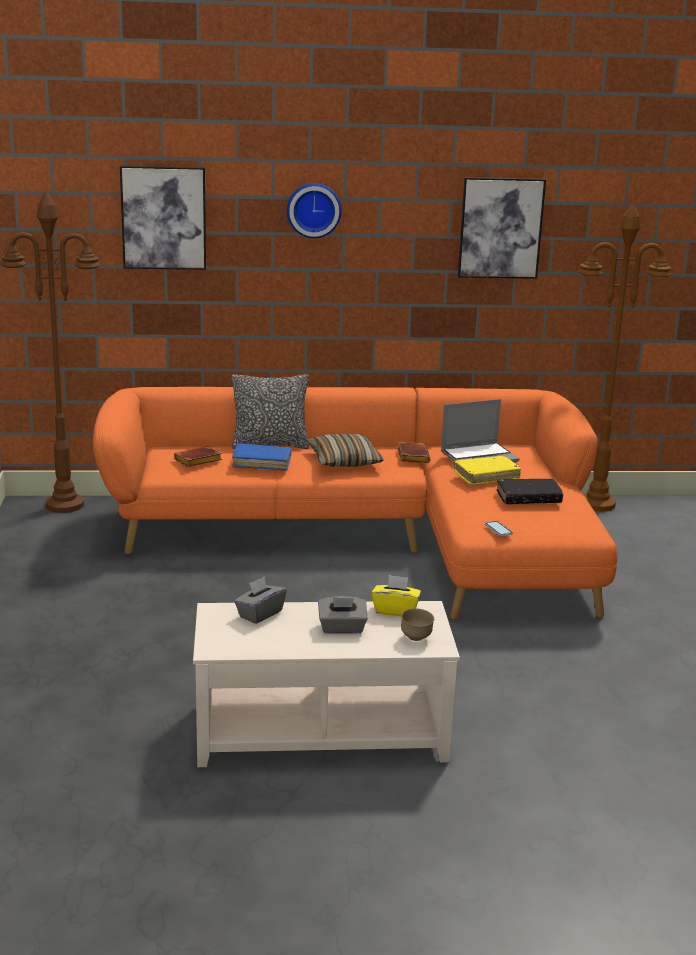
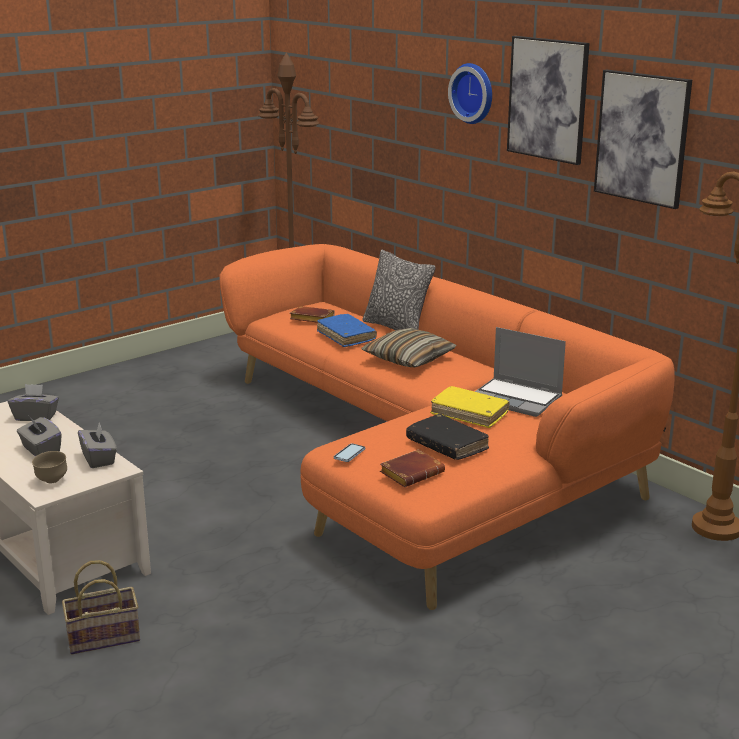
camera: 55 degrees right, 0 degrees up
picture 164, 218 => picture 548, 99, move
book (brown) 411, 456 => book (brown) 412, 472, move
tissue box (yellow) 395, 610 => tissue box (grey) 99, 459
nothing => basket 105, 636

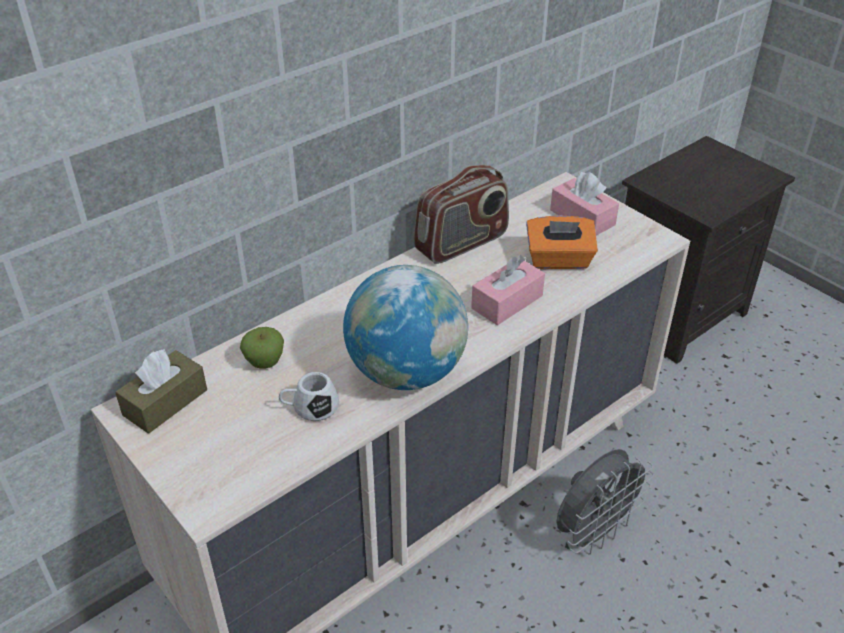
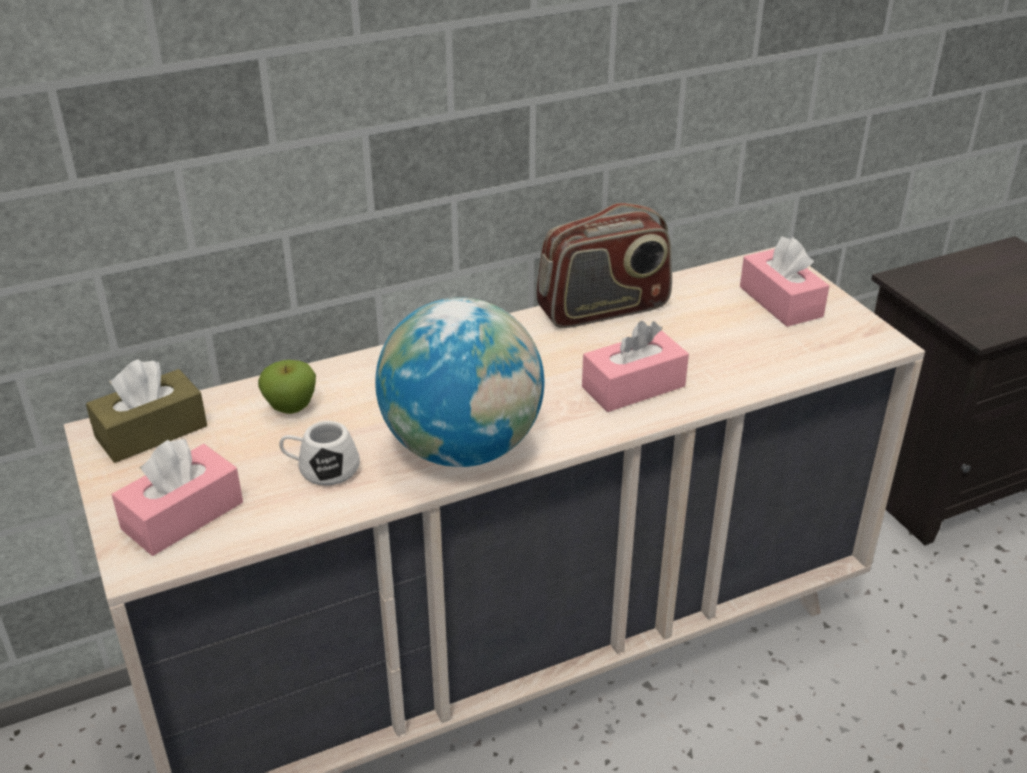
camera: 15 degrees right, 5 degrees down
tissue box (orange) 559, 260 => nothing
fan (grey) 594, 533 => nothing
nothing => tissue box (pink) 183, 516

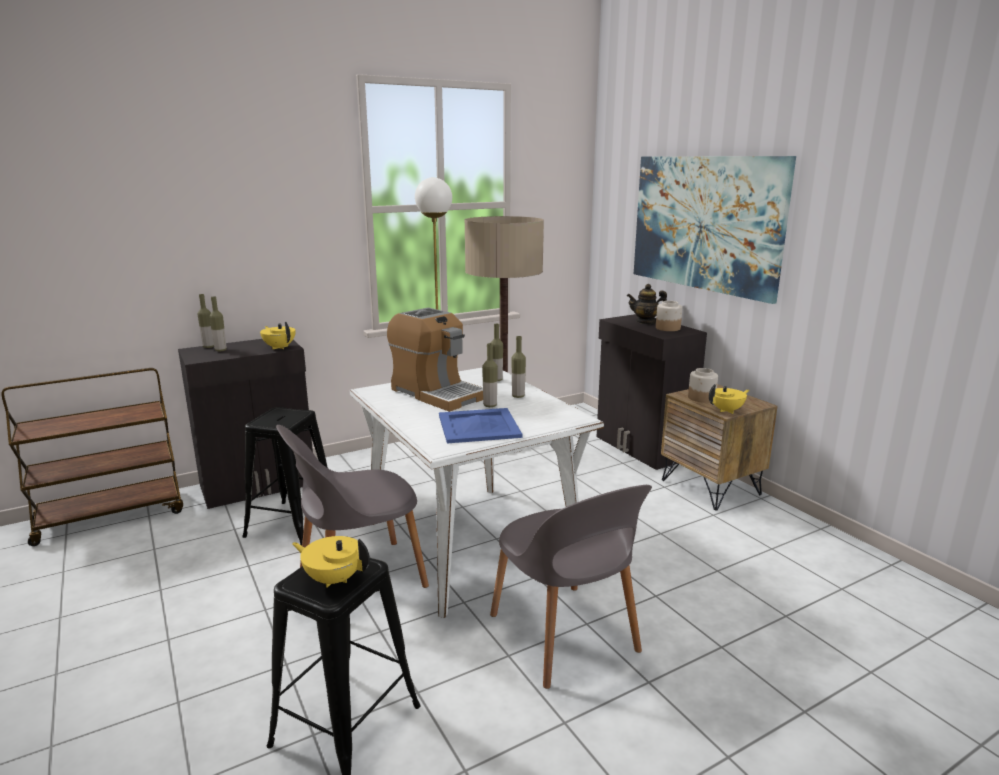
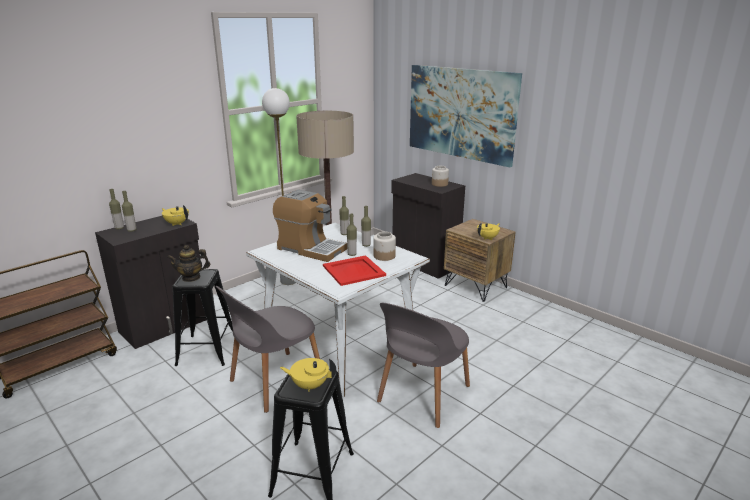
camera: 15 degrees left, 5 degrees up
teapot 645, 322 => teapot 191, 277, move
jar 702, 398 => jar 384, 256, move
tray (blue) 478, 426 => tray (red) 353, 271
chair (grey) 564, 636 => chair (grey) 422, 395, 75 degrees clockwise

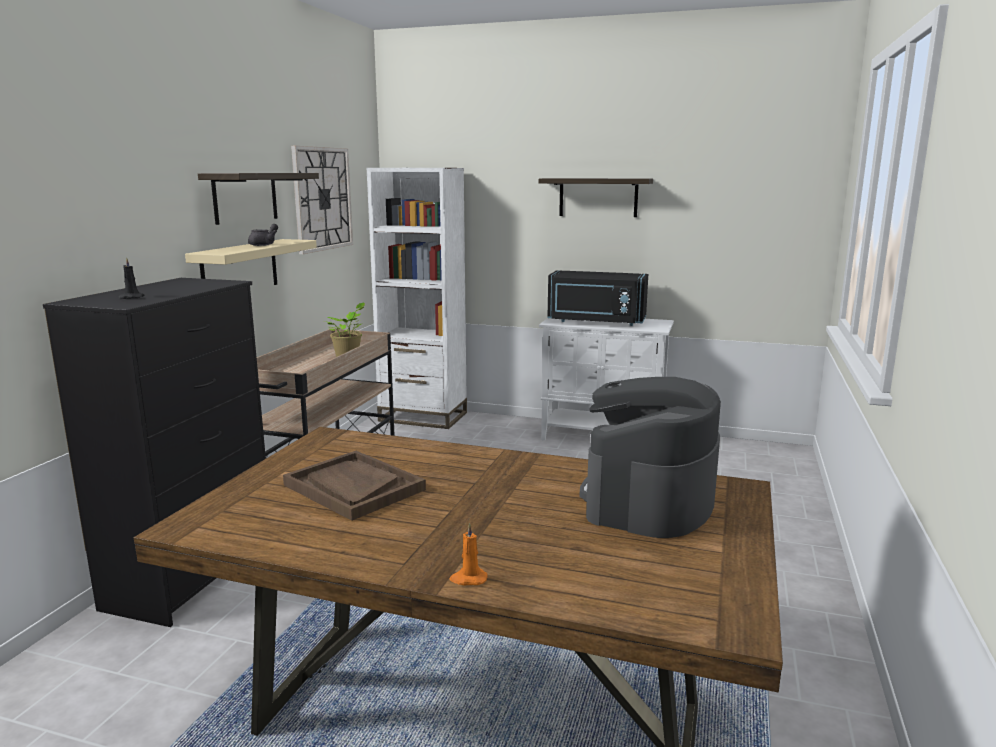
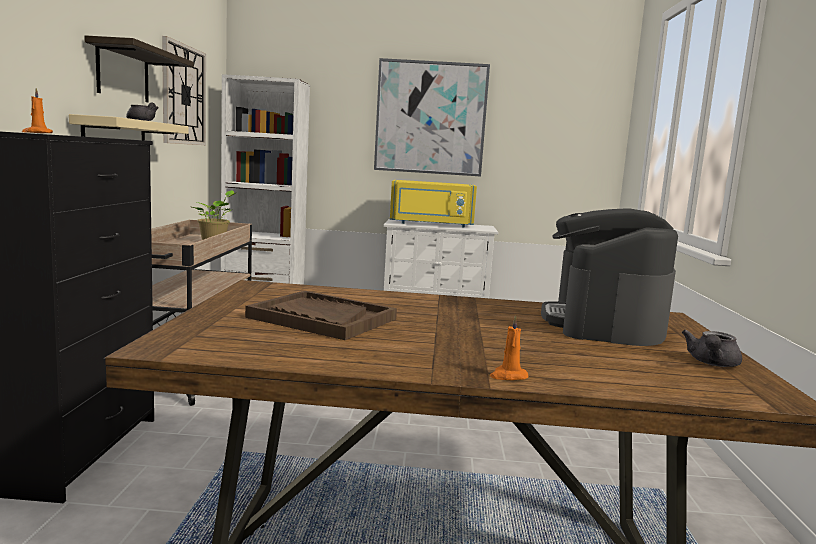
camera: 15 degrees left, 5 degrees down
shelf 598, 197 => picture 430, 118
candle (black) 131, 297 => candle (orange) 37, 133
microwave (black) 596, 322 => microwave (yellow) 431, 224
nothing => teapot (grey) 711, 363

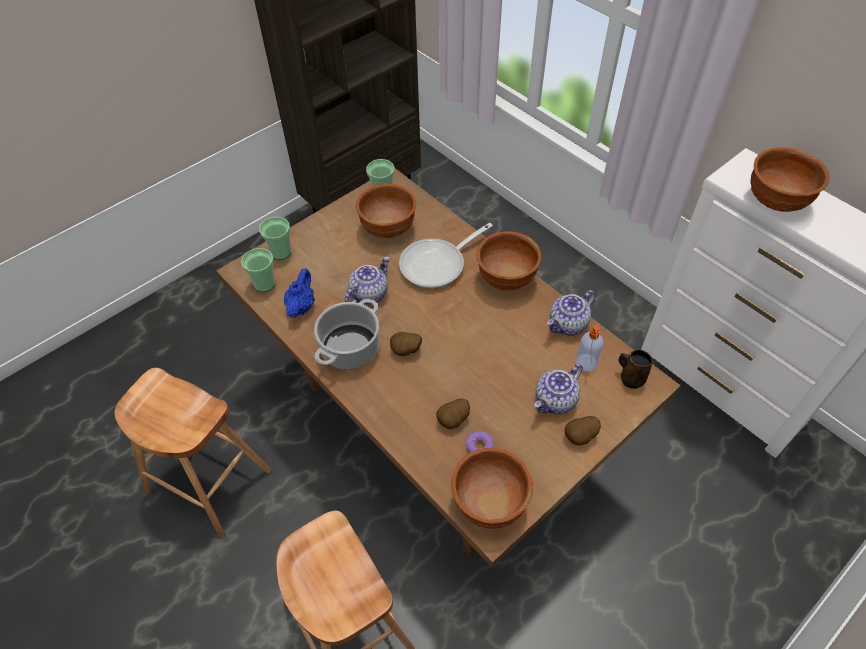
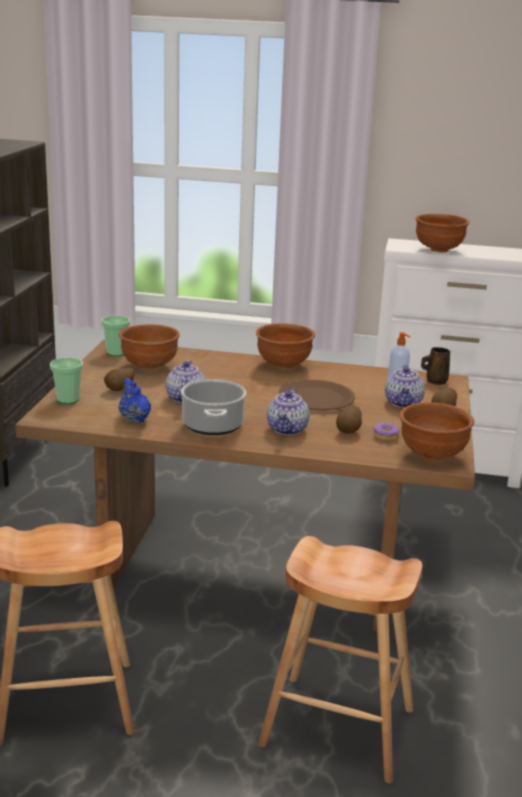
camera: 40 degrees left, 30 degrees down
frying pan 437, 264 => nothing
cup 264, 284 => nothing
teapot 568, 325 => teapot 287, 429, move
potato 406, 351 => potato 120, 390, move
nothing => plate (brown) 316, 398

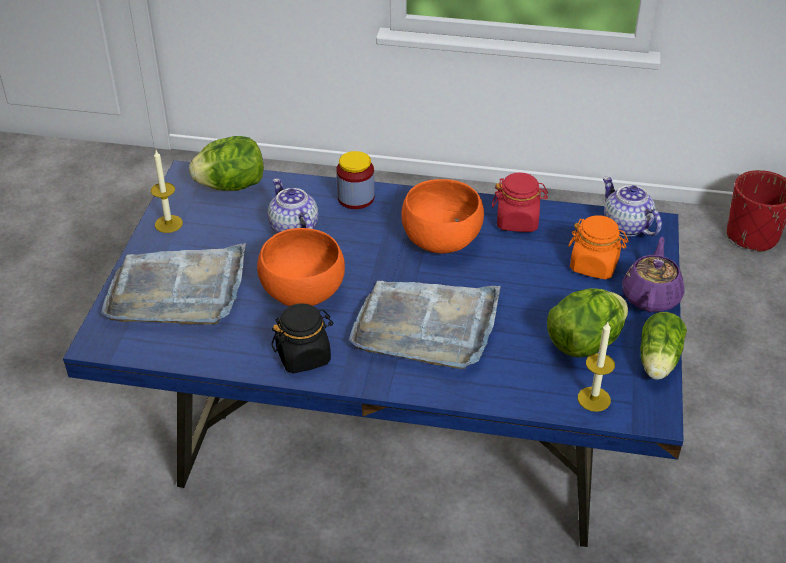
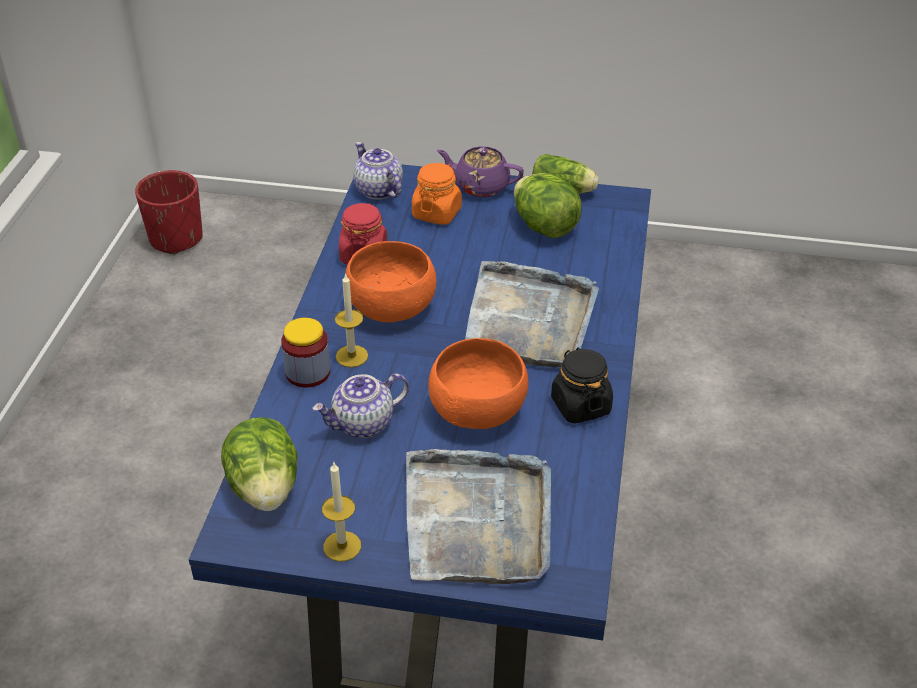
camera: 90 degrees left, 0 degrees up
teapot 625, 226 => teapot 378, 190, 90 degrees clockwise
candle 594, 399 => candle 352, 356, move

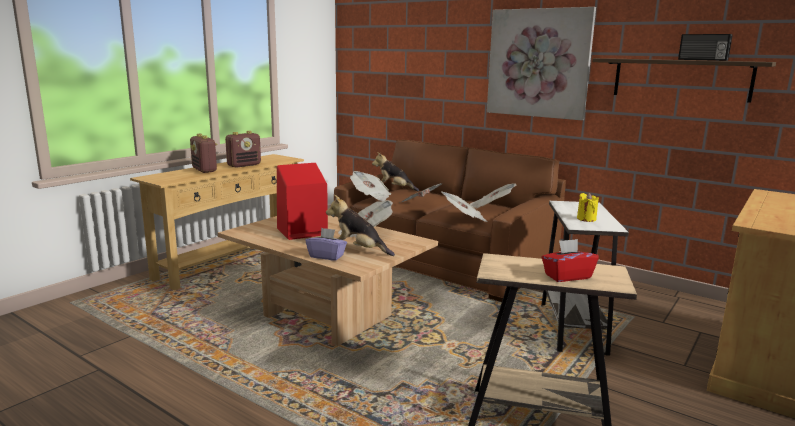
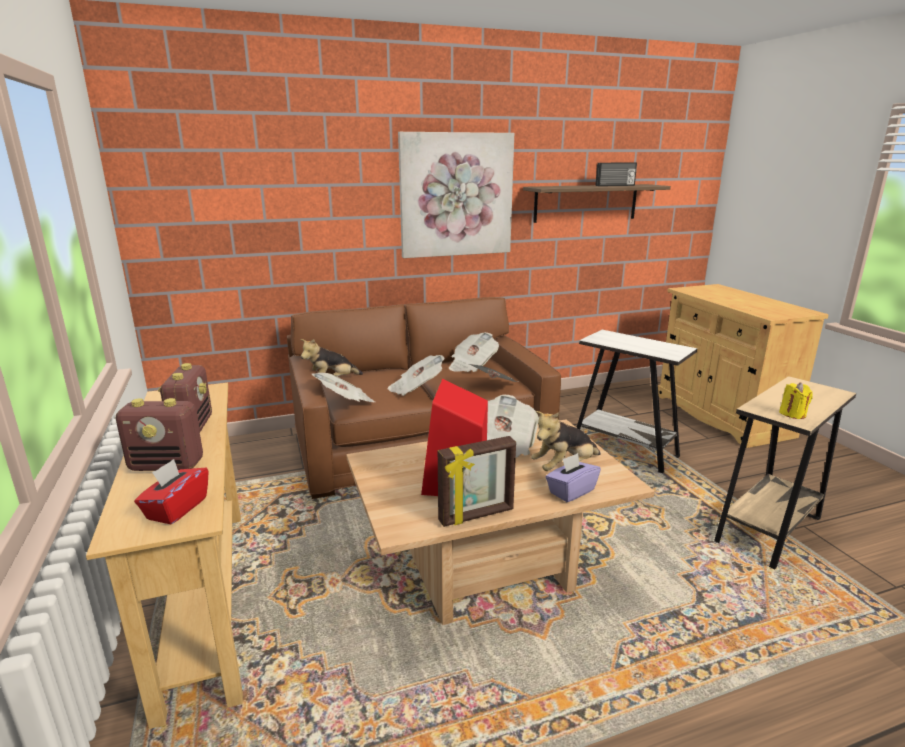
camera: 55 degrees left, 5 degrees up
candle (yellow) 586, 219 => candle (yellow) 792, 414, move
tissue box (red) 567, 276 => tissue box (red) 176, 509, move
nothing => picture frame 476, 516

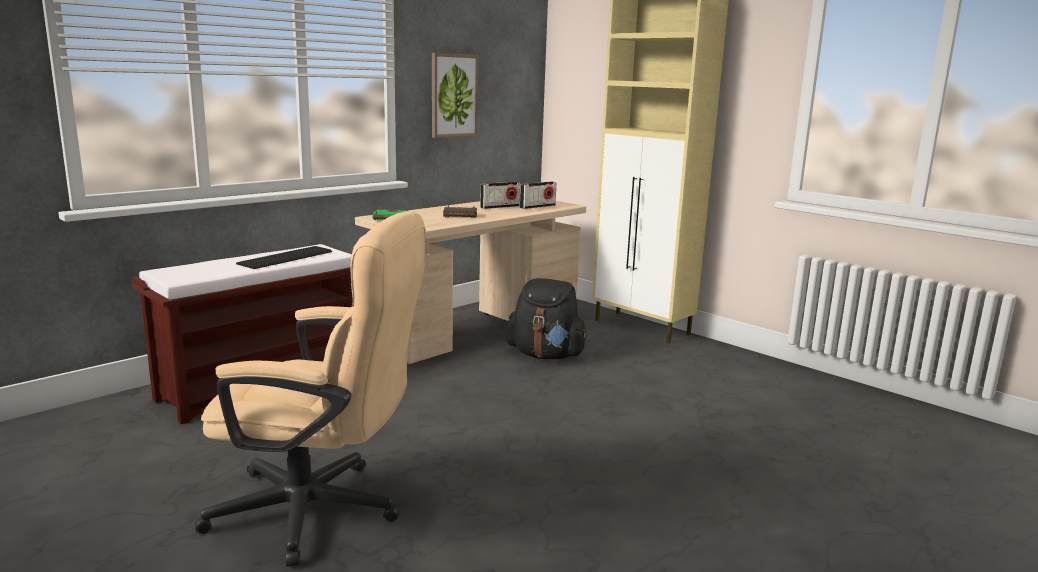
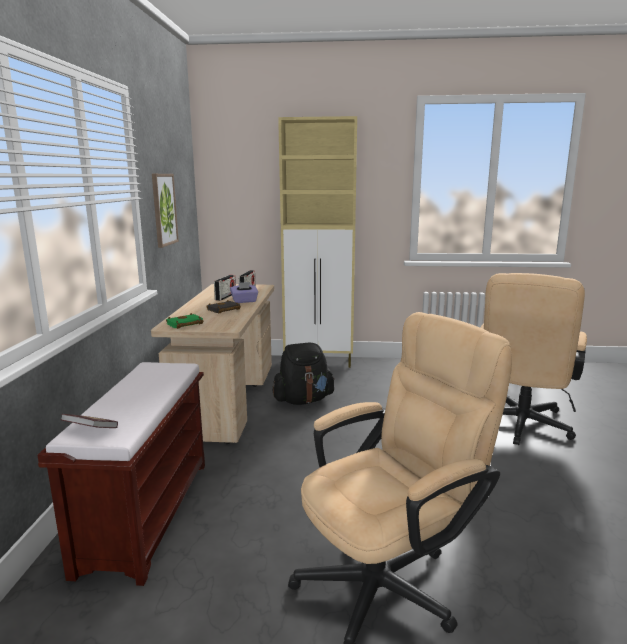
camera: 40 degrees left, 0 degrees up
keyboard 288, 258 => nothing
nothing => office chair (beige) 520, 427
nothing => tissue box (purple) 244, 301
nothing => book 90, 431

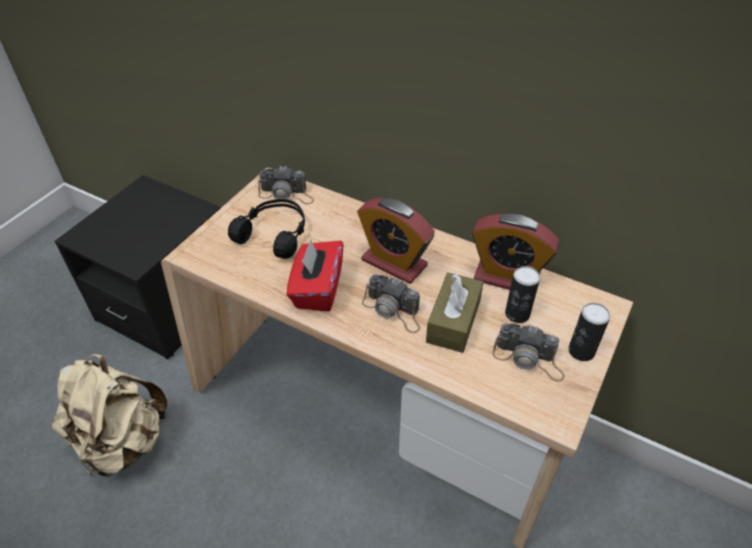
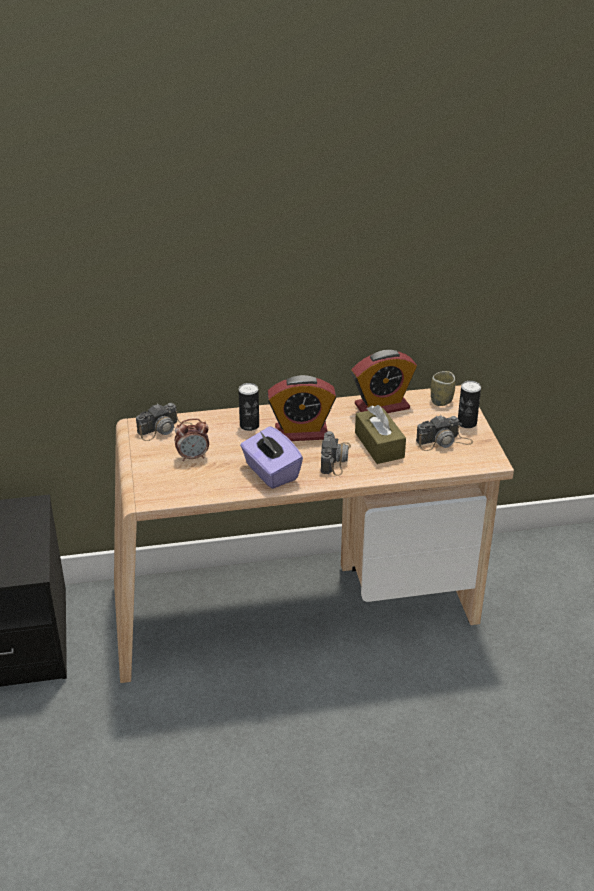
camera: 40 degrees left, 10 degrees down
headphones (black) 275, 234 => alarm clock 193, 457
tissue box (red) 317, 290 => tissue box (purple) 271, 472
can 517, 314 => can 249, 425, move
photo camera 393, 310 => photo camera 335, 458, 75 degrees counterclockwise
backpack (beige) 123, 442 => nothing
nothing => cup 441, 401

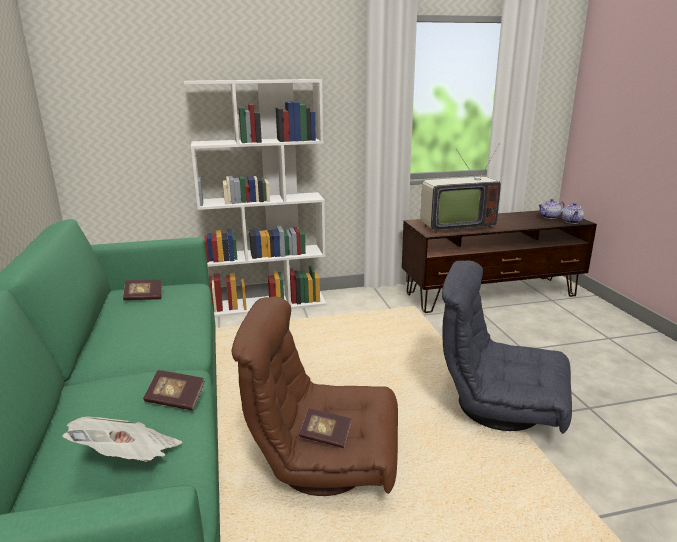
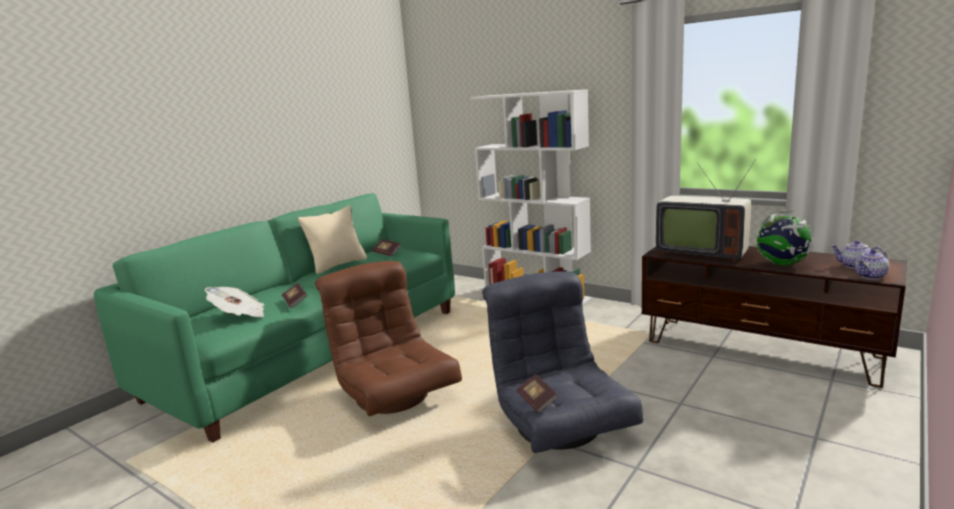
camera: 50 degrees right, 5 degrees down
book 325, 436 => book 537, 401, move
nothing => pillow (beige) 338, 265
nothing => globe 782, 264

